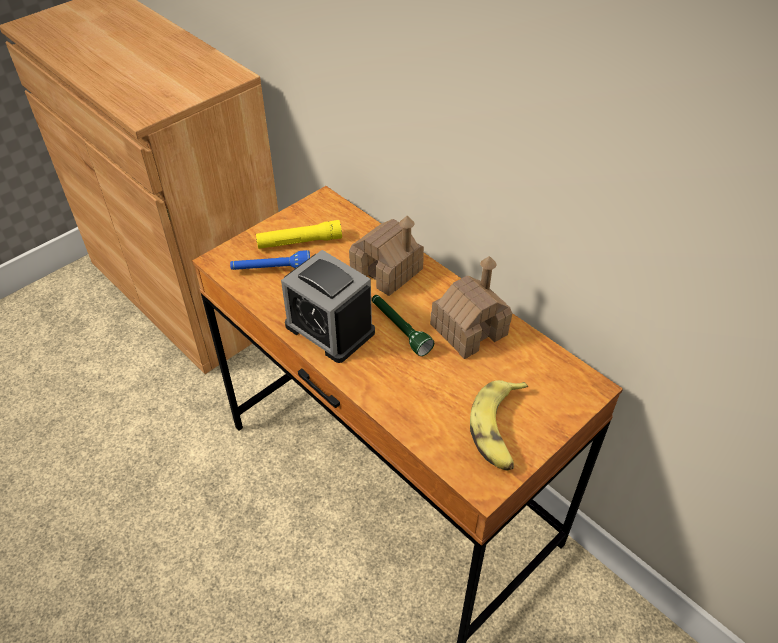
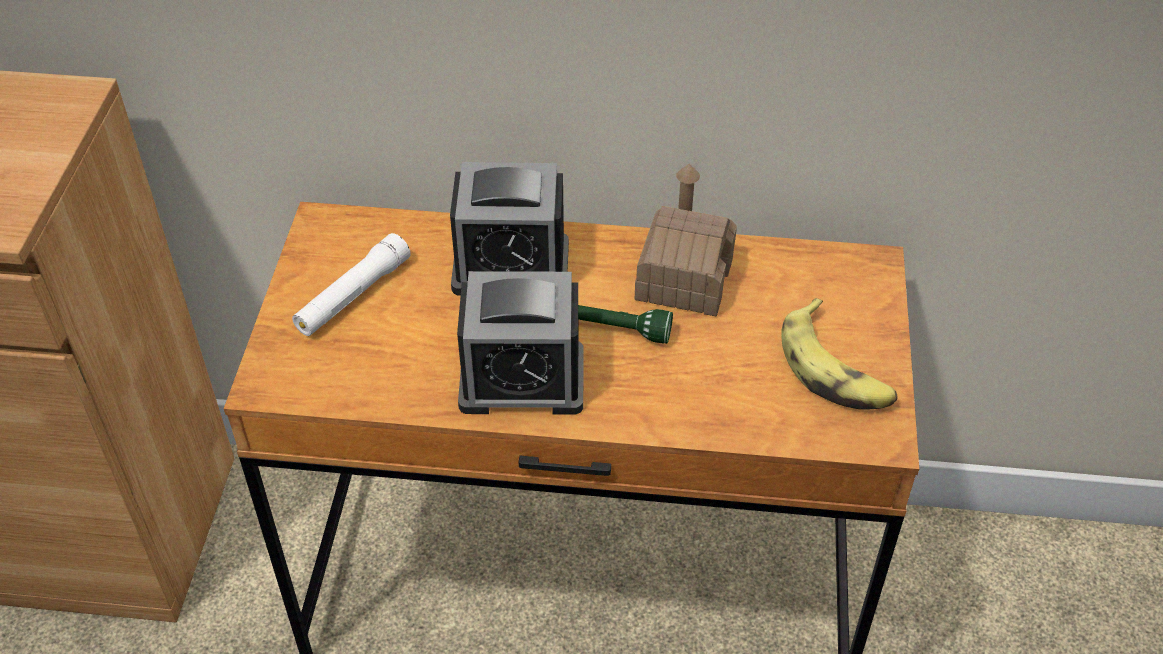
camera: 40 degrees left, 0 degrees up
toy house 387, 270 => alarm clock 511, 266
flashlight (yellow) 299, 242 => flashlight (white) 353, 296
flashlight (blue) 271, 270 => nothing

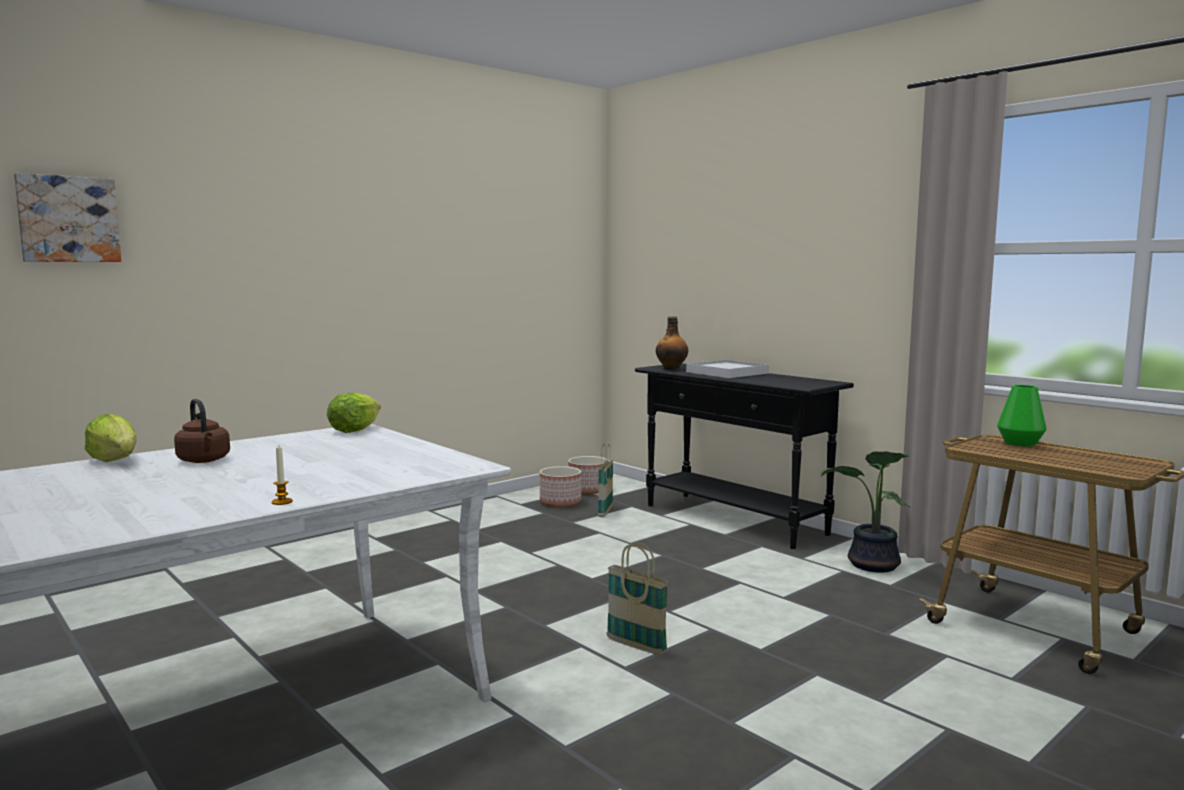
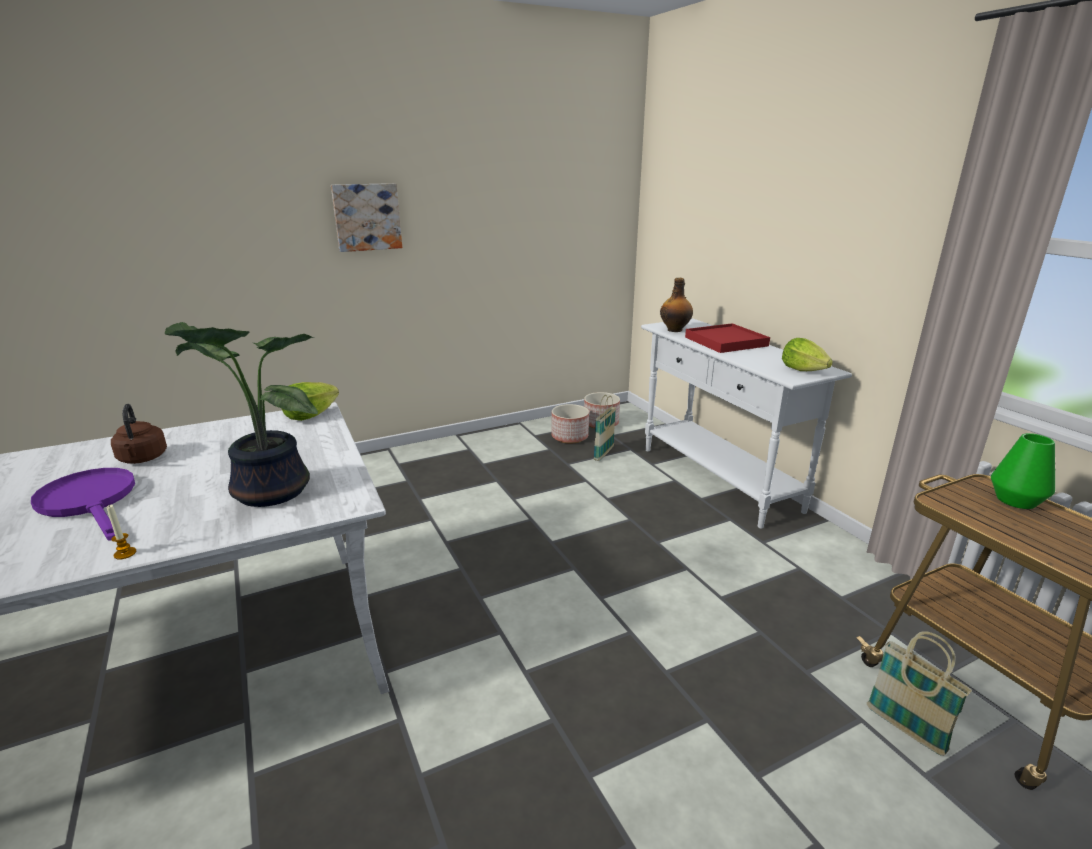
camera: 15 degrees right, 15 degrees up
picture 68, 219 => picture 367, 217, move
tray (white) 727, 373 => tray (red) 726, 341
console table (black) 734, 520 => console table (white) 718, 479
lettuce 115, 461 => lettuce 803, 370, move
potted plant 872, 566 => potted plant 266, 492, move
basket 636, 646 => basket 905, 729, move
nothing => frying pan (purple) 91, 502

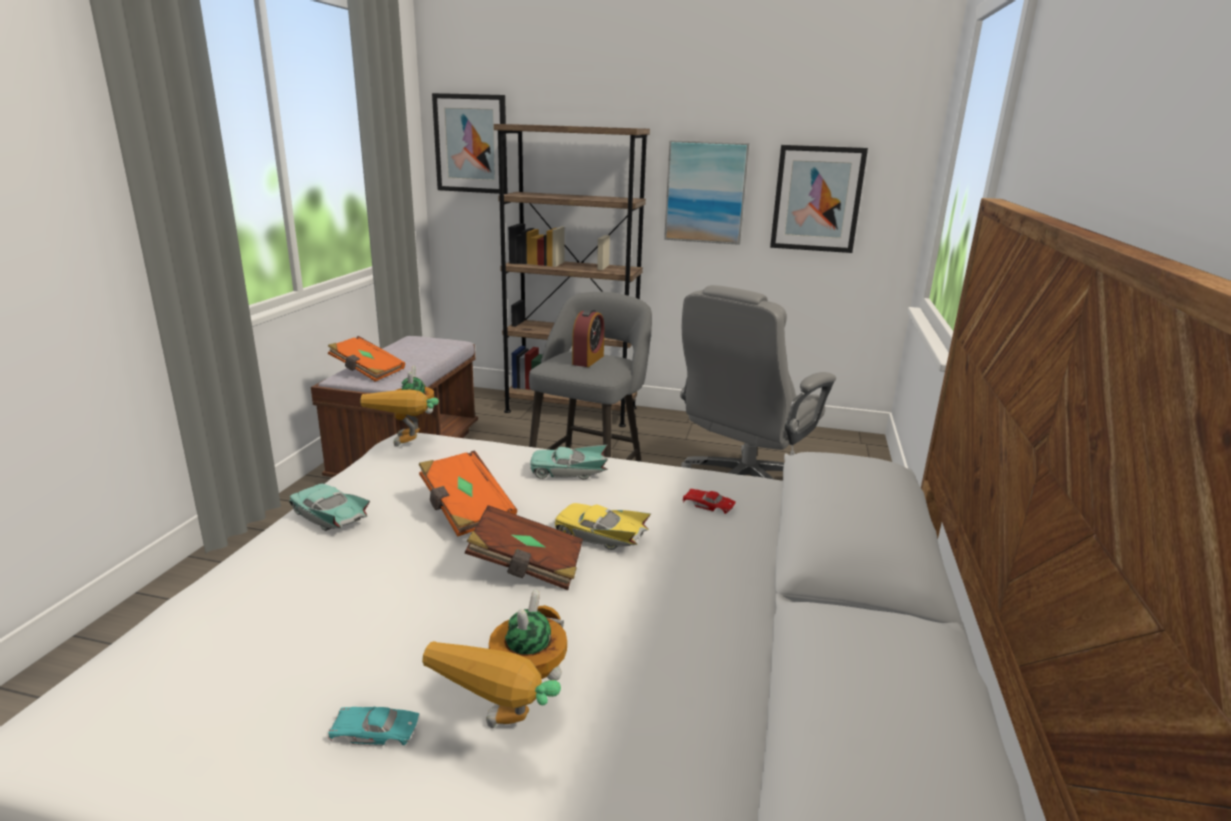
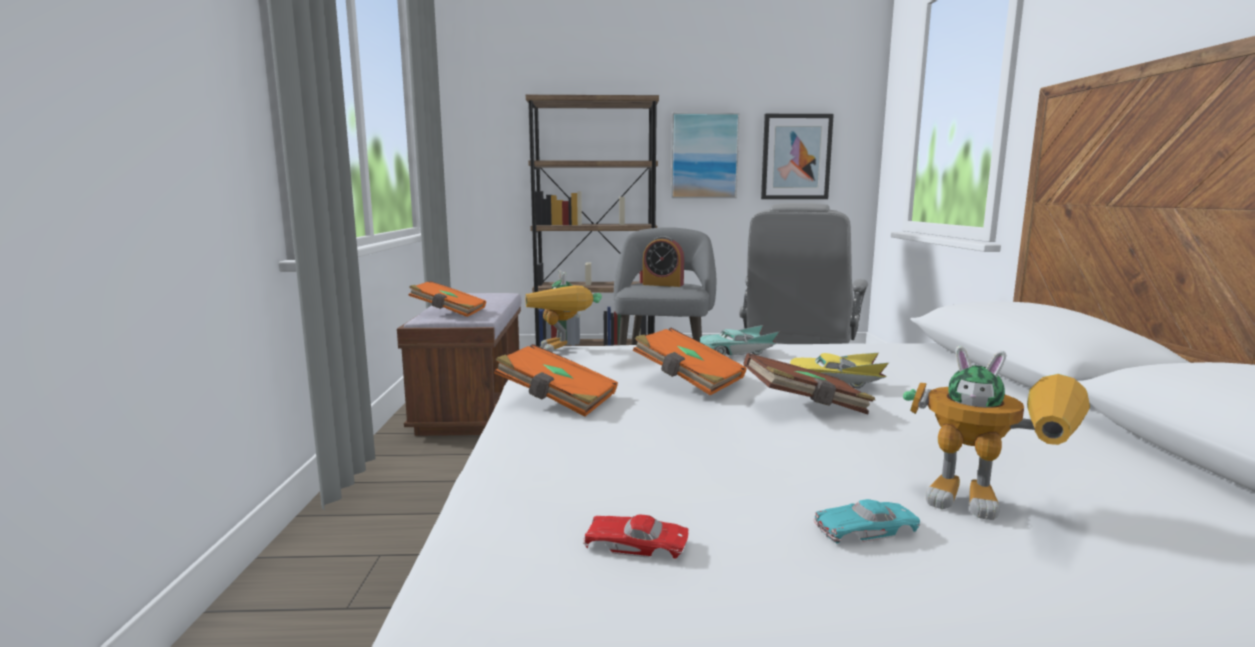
camera: 15 degrees left, 10 degrees down
picture 471, 144 => nothing
alarm clock 588, 360 => alarm clock 663, 284, 105 degrees clockwise
toy car (turquoise) 329, 517 => book (orange) 557, 400
toy car (red) 708, 505 => toy car (red) 636, 544, move
toy robot 514, 732 => toy robot 993, 506, 60 degrees counterclockwise

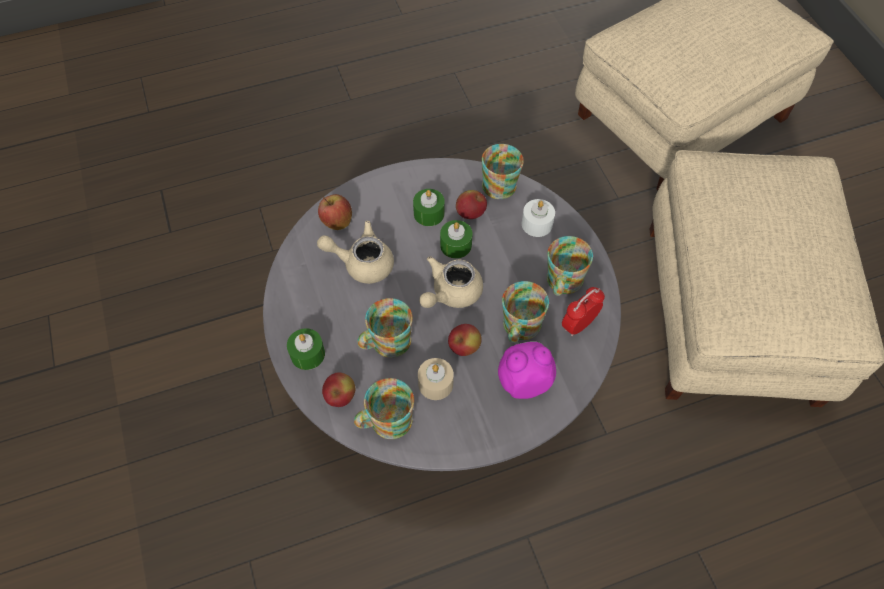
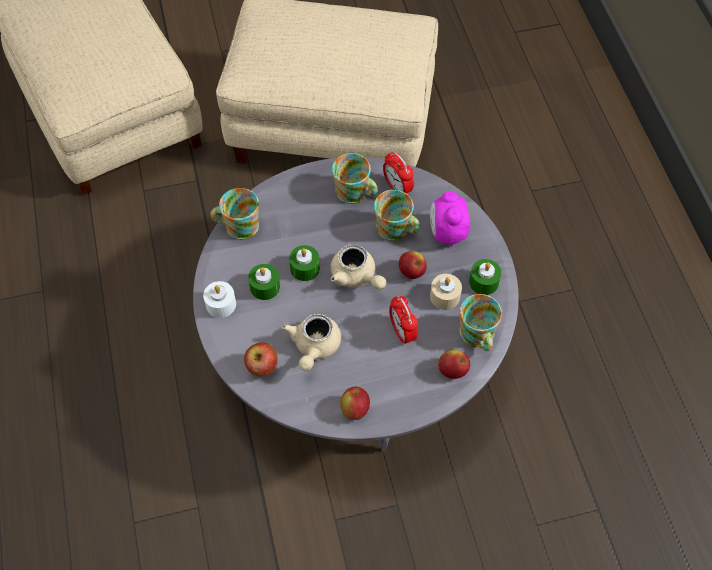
camera: 85 degrees left, 0 degrees up
apple 470, 213 => apple 355, 409, move
candle (white) 537, 224 => candle (white) 221, 304, move
mug 386, 342 => alarm clock 402, 332
candle (green) 307, 354 => candle (green) 483, 282, move

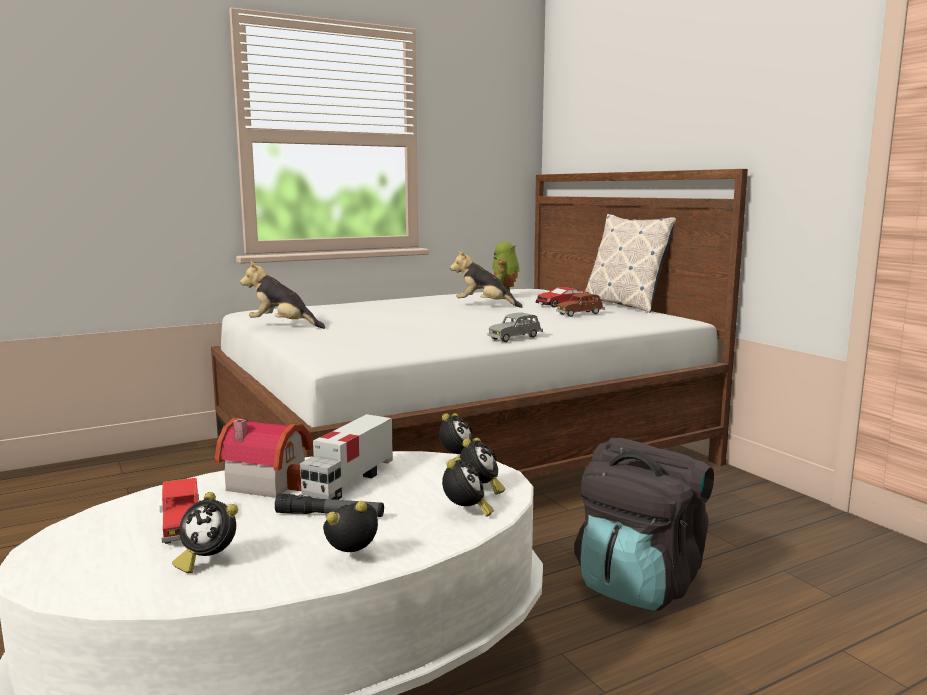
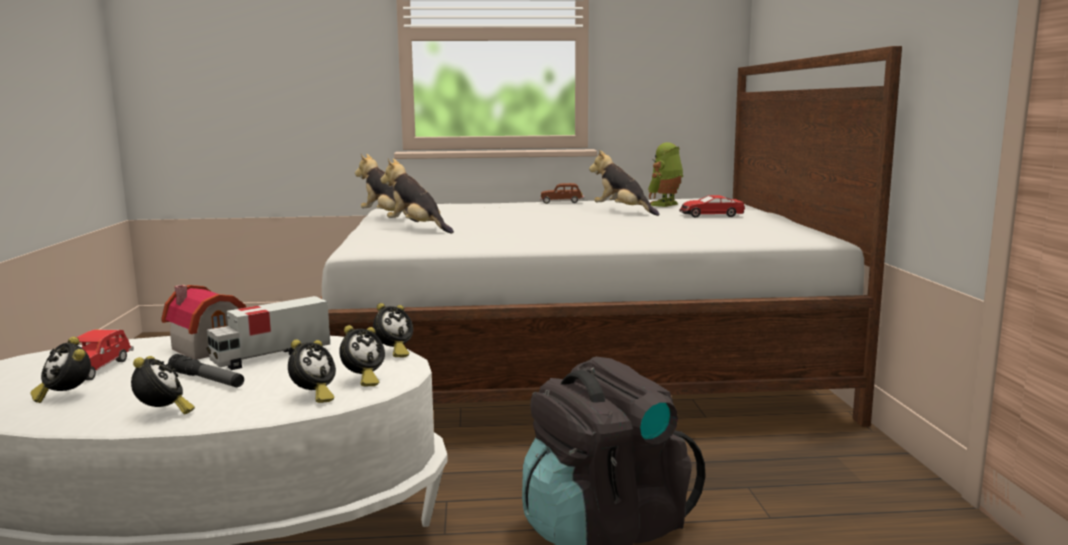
camera: 25 degrees right, 0 degrees up
pillow 625, 305 => nothing
toy car (brown) 580, 314 => toy car (brown) 562, 202, move
toy car (grey) 515, 338 => nothing
alarm clock 354, 556 => alarm clock 163, 414, 75 degrees clockwise
nothing => plush toy 417, 229

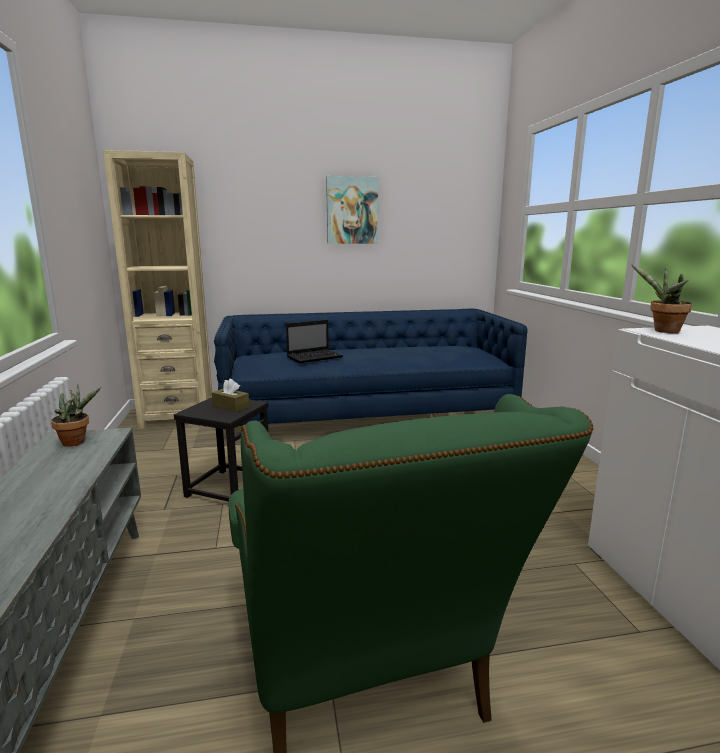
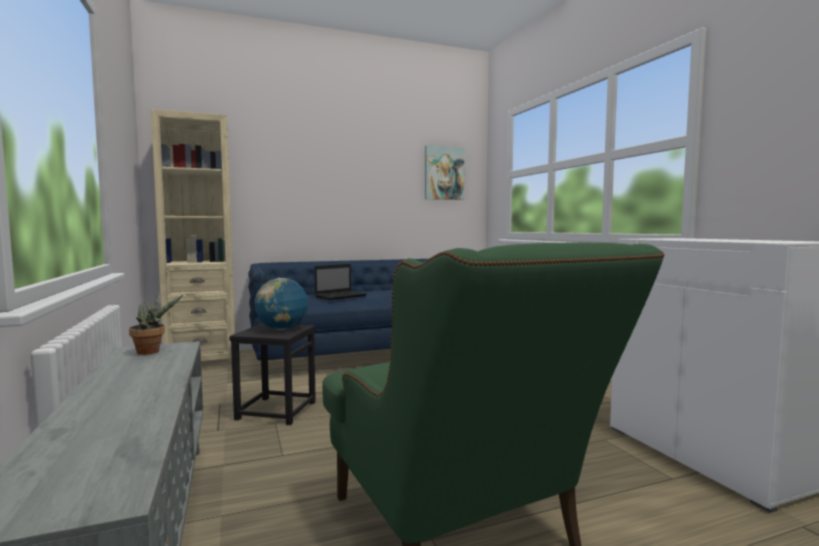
camera: 10 degrees left, 10 degrees down
picture 352, 210 => picture 444, 173, move
potted plant 663, 331 => nothing
tissue box (brown) 230, 407 => globe 282, 329

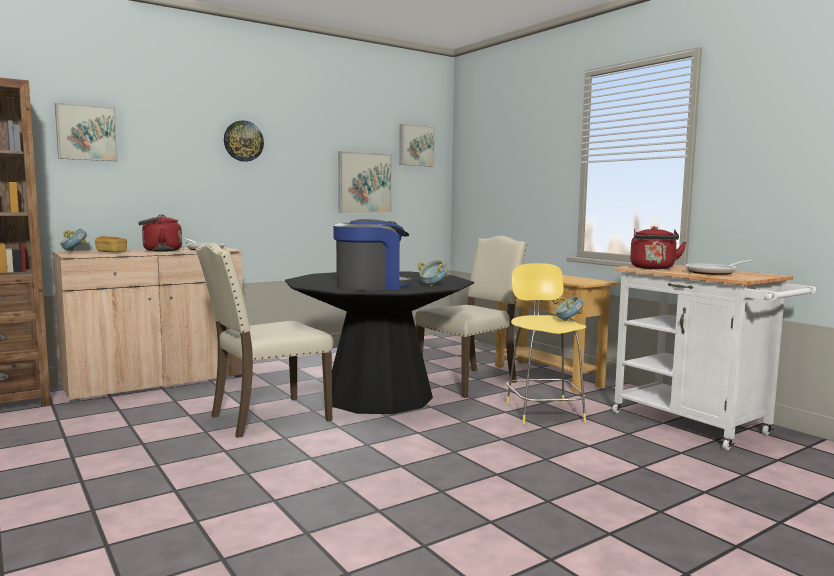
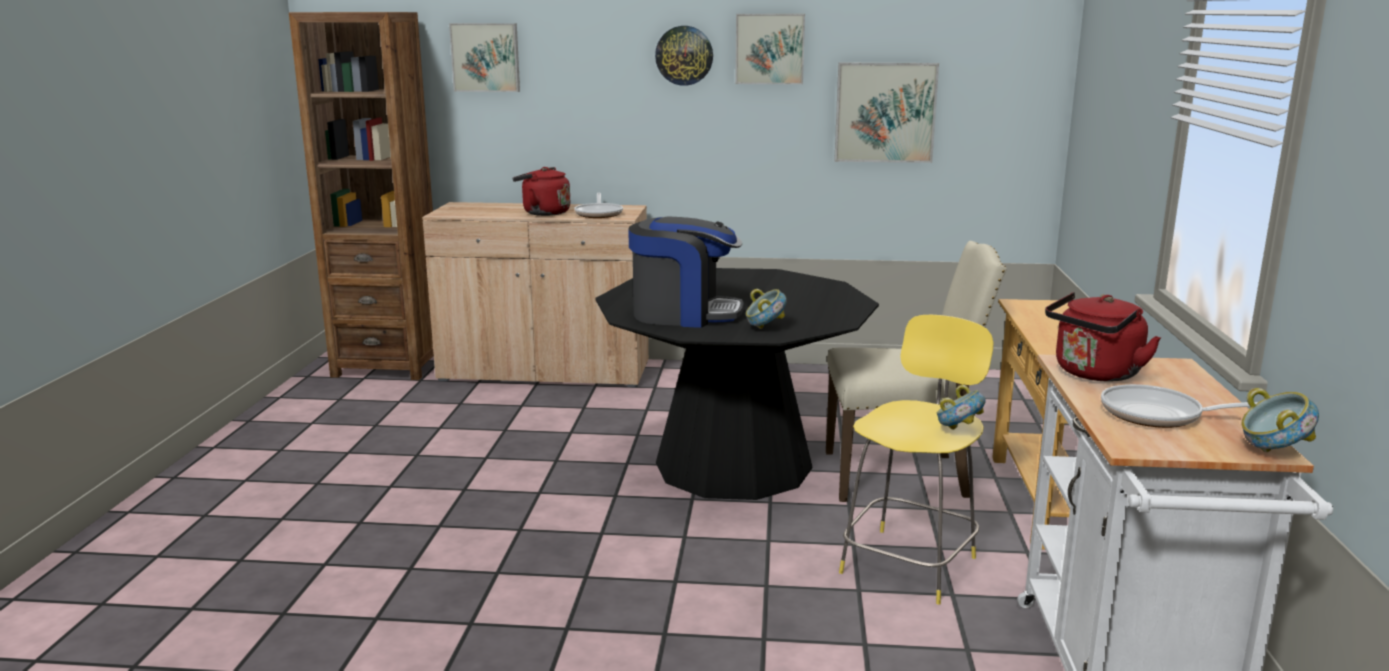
camera: 40 degrees right, 10 degrees up
picture 415, 145 => picture 769, 49, move
bowl 74, 251 => bowl 1272, 451, move
bread 111, 252 => nothing
chair (beige) 267, 418 => nothing

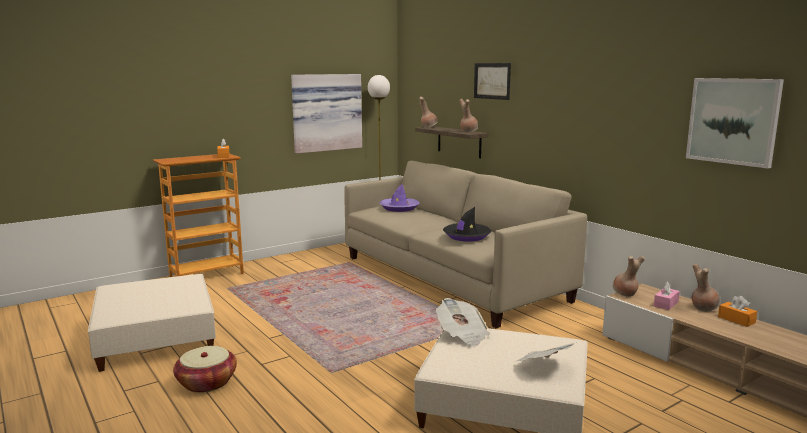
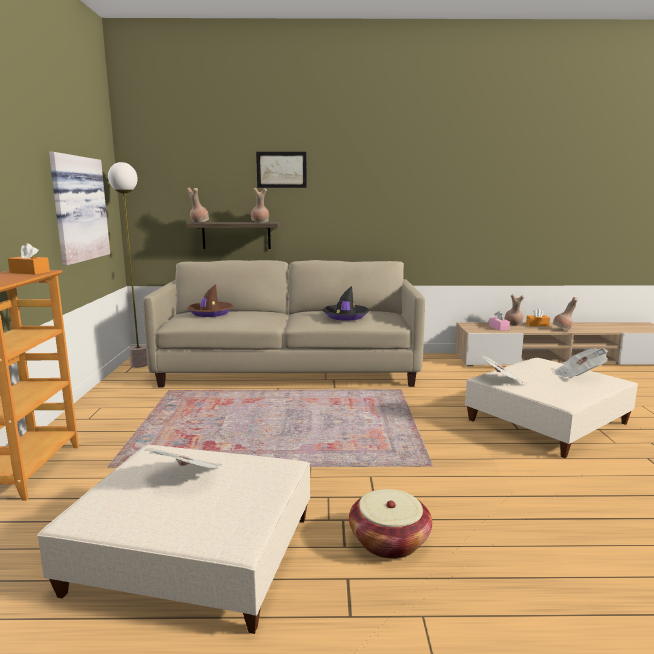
camera: 55 degrees left, 0 degrees up
picture 733, 121 => nothing
hat (purple) 399, 208 => hat (brown) 210, 313
vase (brown) 625, 294 => vase (brown) 562, 329, move
nothing => newspaper 187, 477

